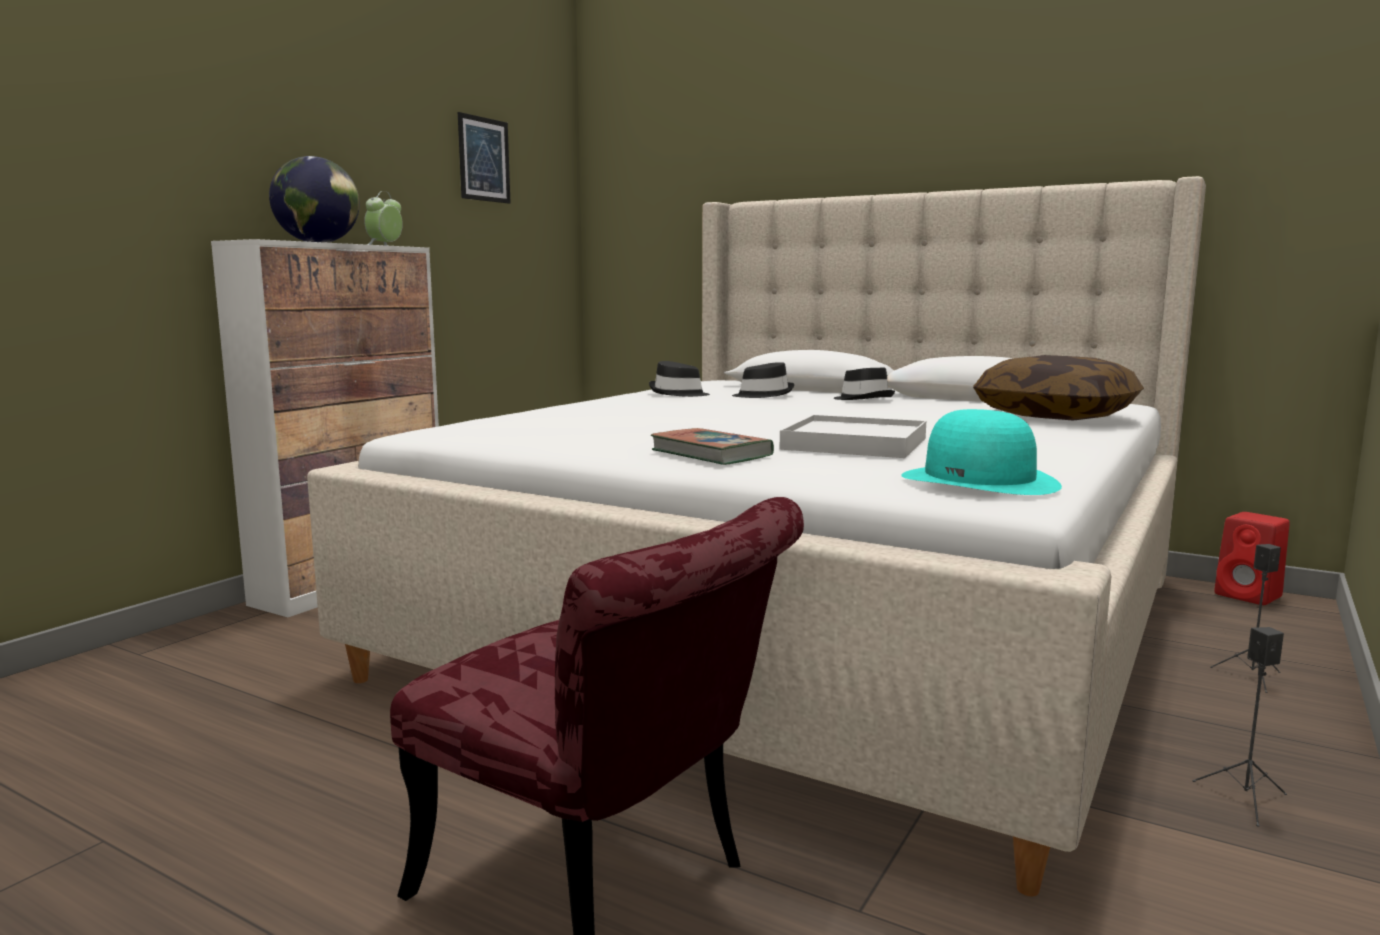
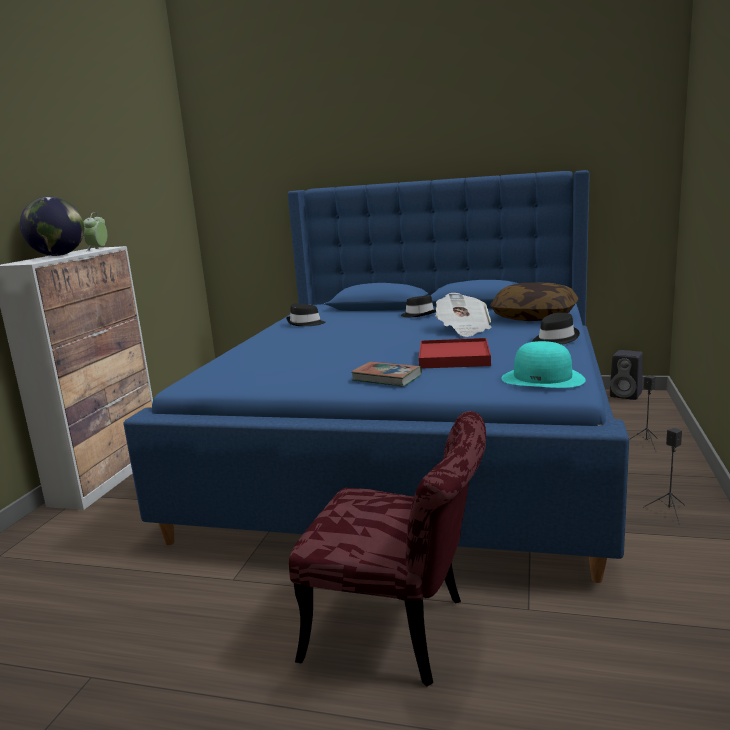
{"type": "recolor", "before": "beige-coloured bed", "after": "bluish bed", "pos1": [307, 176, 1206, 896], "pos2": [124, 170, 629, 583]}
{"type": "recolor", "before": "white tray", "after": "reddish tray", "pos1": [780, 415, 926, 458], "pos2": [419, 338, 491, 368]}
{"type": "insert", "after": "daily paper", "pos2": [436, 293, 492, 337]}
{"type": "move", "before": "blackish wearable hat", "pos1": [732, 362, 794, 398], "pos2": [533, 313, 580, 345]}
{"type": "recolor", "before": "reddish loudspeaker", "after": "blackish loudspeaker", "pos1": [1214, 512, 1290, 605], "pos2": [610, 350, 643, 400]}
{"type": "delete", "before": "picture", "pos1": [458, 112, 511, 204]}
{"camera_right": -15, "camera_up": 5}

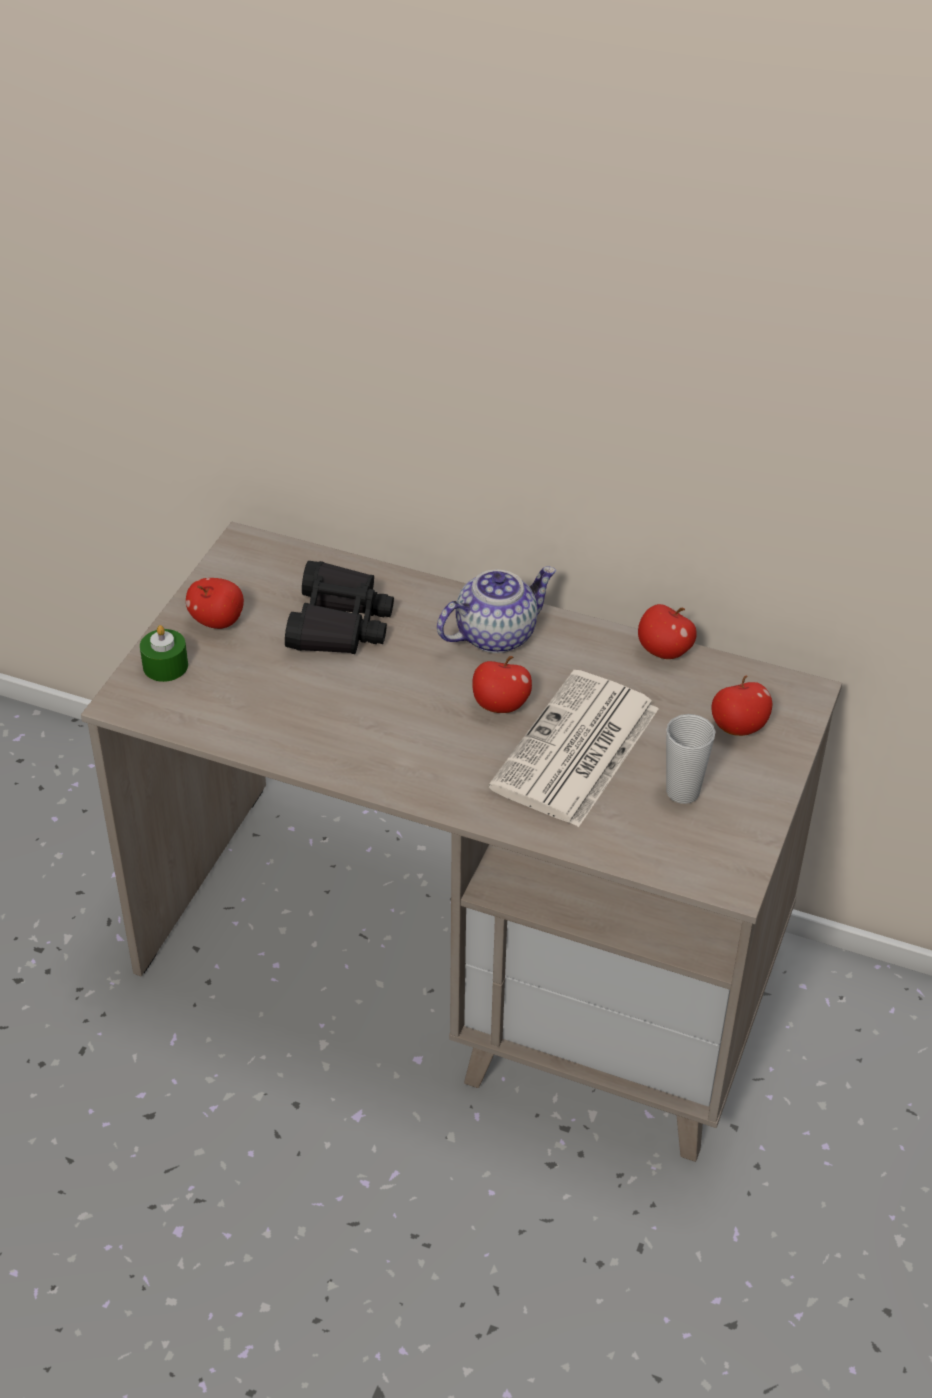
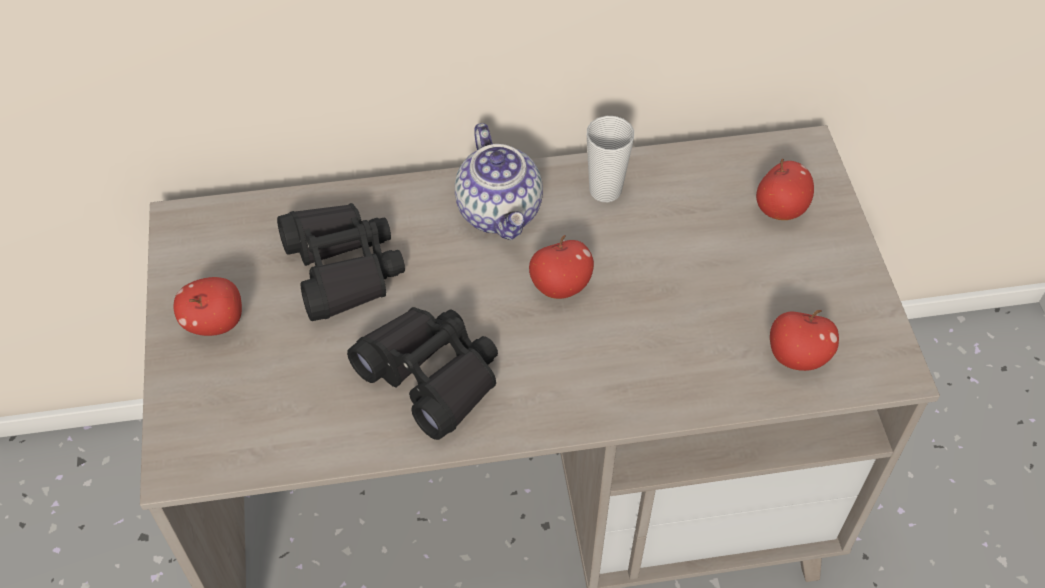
{"type": "insert", "after": "blackish field glasses", "pos2": [347, 307, 498, 440]}
{"type": "rotate", "before": "tea pot", "pos1": [437, 566, 556, 653], "pos2": [455, 123, 543, 240], "turn": 135}
{"type": "move", "before": "small cup", "pos1": [666, 714, 716, 804], "pos2": [587, 116, 634, 202]}
{"type": "move", "before": "whole apple", "pos1": [638, 604, 697, 659], "pos2": [770, 310, 839, 371]}
{"type": "delete", "before": "green wax candle", "pos1": [140, 625, 188, 682]}
{"type": "delete", "before": "daily paper", "pos1": [488, 670, 659, 827]}
{"camera_right": -30, "camera_up": 10}

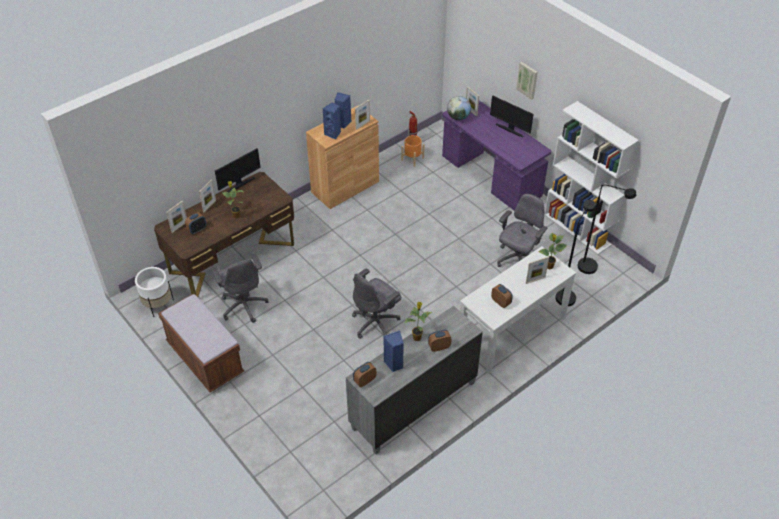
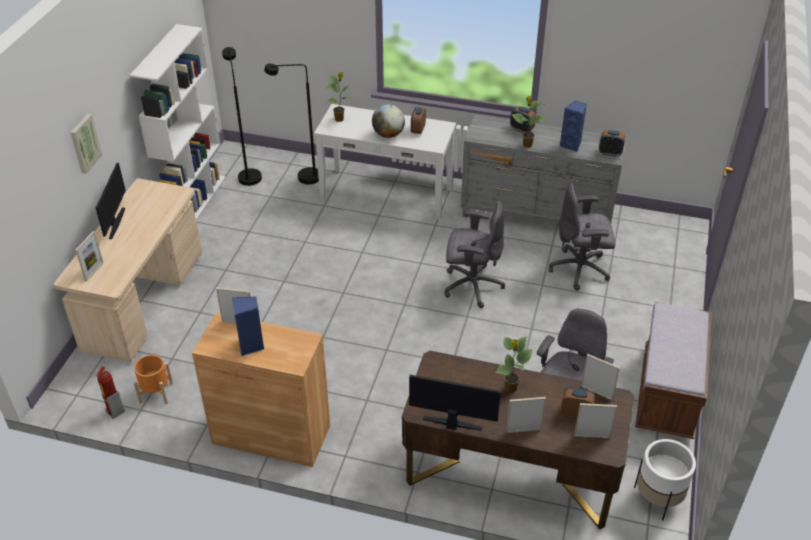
{"type": "recolor", "before": "purplish desk table", "after": "beige-coloured desk table", "pos1": [442, 101, 551, 211], "pos2": [54, 179, 202, 362]}
{"type": "move", "before": "globe", "pos1": [447, 96, 471, 120], "pos2": [372, 104, 405, 138]}
{"type": "move", "before": "grey desk chair", "pos1": [497, 194, 547, 267], "pos2": [549, 183, 615, 291]}
{"type": "move", "before": "picture frame", "pos1": [526, 256, 549, 284], "pos2": [581, 354, 620, 400]}
{"type": "delete", "before": "bluish loudspeaker", "pos1": [322, 103, 341, 140]}
{"camera_right": -125, "camera_up": -5}

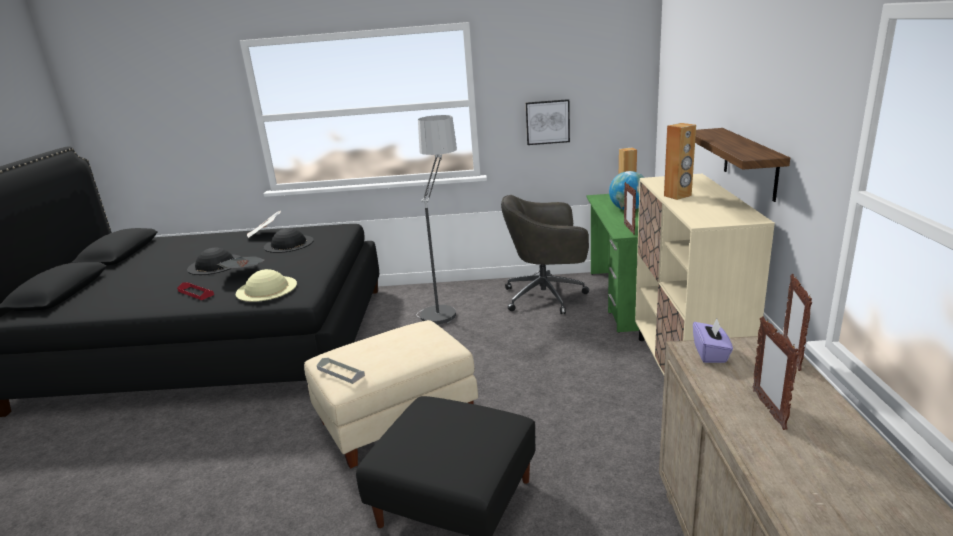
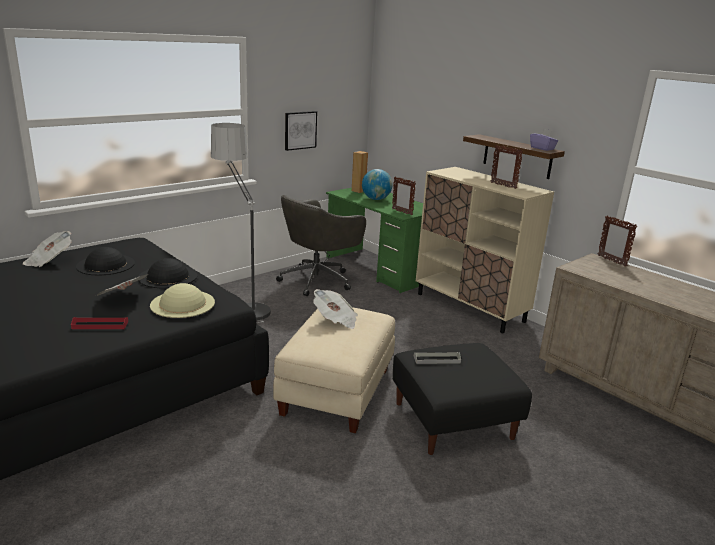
{"type": "move", "before": "blackish wearable hat", "pos1": [187, 248, 241, 275], "pos2": [138, 258, 197, 288]}
{"type": "insert", "after": "daily paper", "pos2": [313, 289, 358, 329]}
{"type": "move", "before": "grey tray", "pos1": [317, 358, 365, 384], "pos2": [414, 352, 461, 364]}
{"type": "move", "before": "picture frame", "pos1": [752, 316, 799, 430], "pos2": [491, 145, 523, 189]}
{"type": "move", "before": "purplish tissue holder", "pos1": [693, 319, 733, 363], "pos2": [530, 129, 558, 151]}
{"type": "delete", "before": "brown loudspeaker", "pos1": [664, 123, 696, 200]}
{"camera_right": -45, "camera_up": 0}

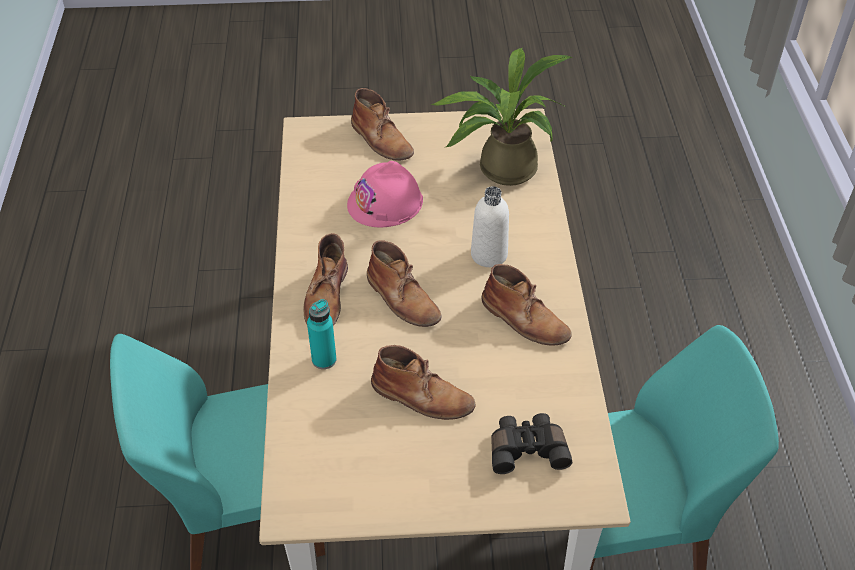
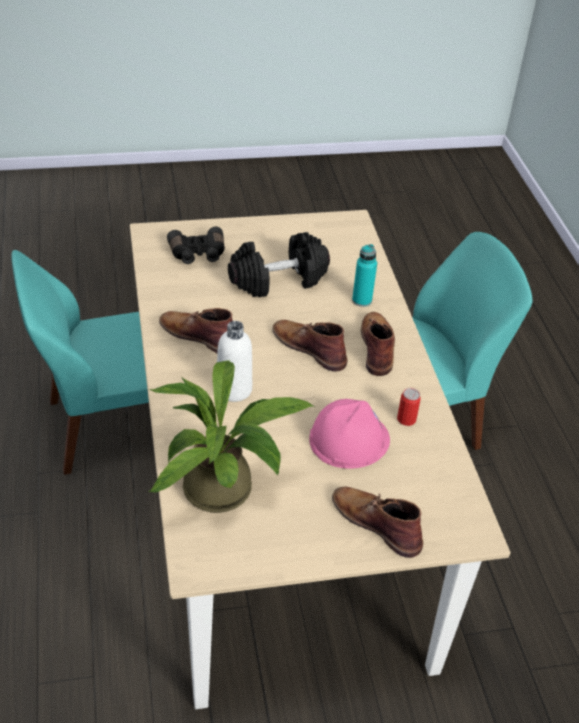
{"type": "replace", "before": "brown high-top boot", "after": "blackish hand weight", "pos1": [371, 345, 476, 420], "pos2": [228, 232, 330, 297]}
{"type": "insert", "after": "can", "pos2": [397, 388, 421, 426]}
{"camera_right": 170, "camera_up": -5}

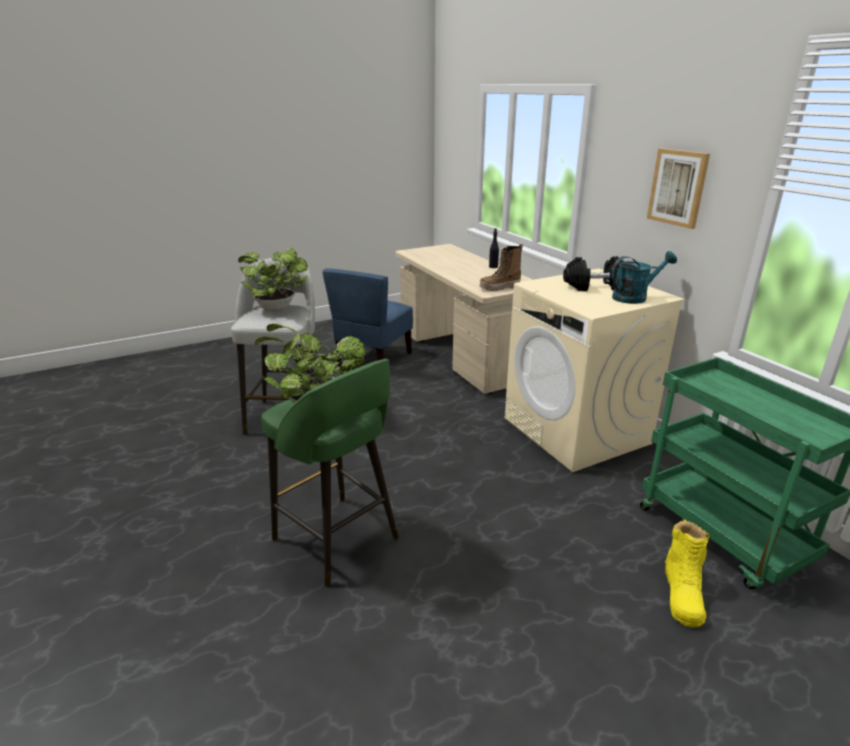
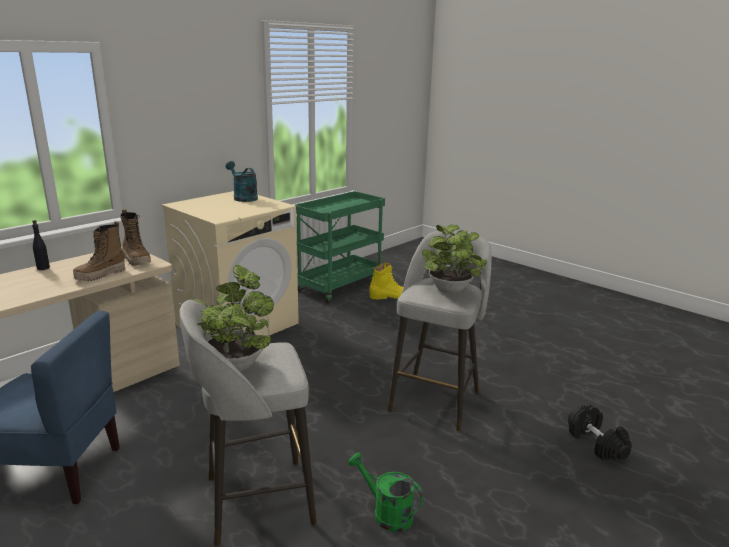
{"type": "insert", "after": "high-top boot", "pos2": [73, 221, 125, 281]}
{"type": "insert", "after": "green watering pot", "pos2": [348, 452, 424, 532]}
{"type": "recolor", "before": "green stool", "after": "grey stool", "pos1": [261, 359, 399, 587], "pos2": [388, 230, 492, 431]}
{"type": "move", "before": "blackish hand weight", "pos1": [563, 256, 624, 291], "pos2": [568, 405, 632, 461]}
{"type": "delete", "before": "picture", "pos1": [647, 148, 710, 229]}
{"camera_right": -110, "camera_up": -5}

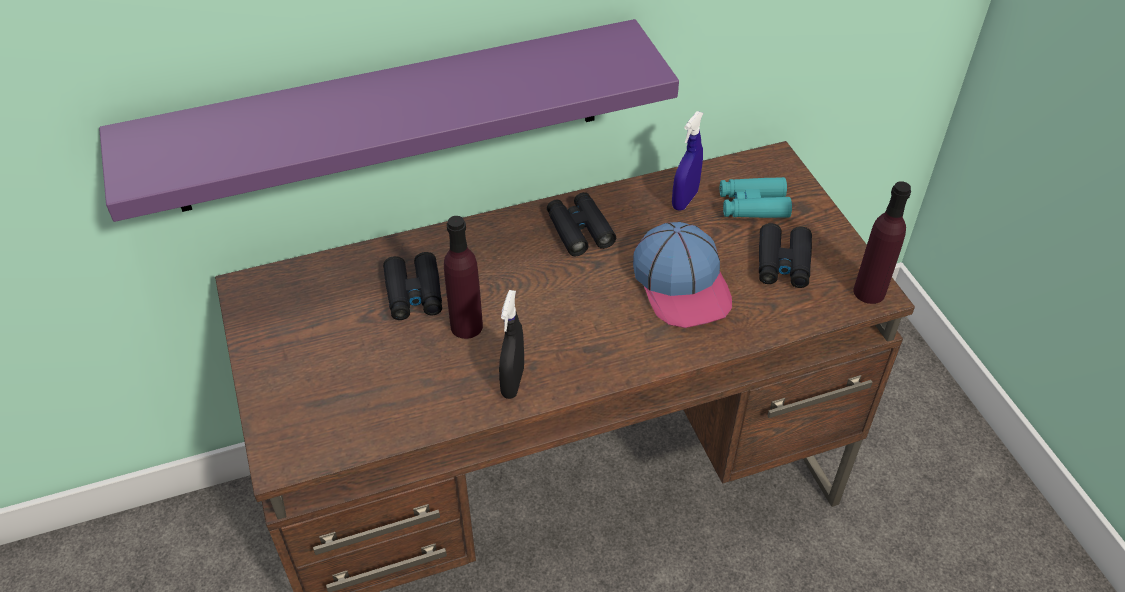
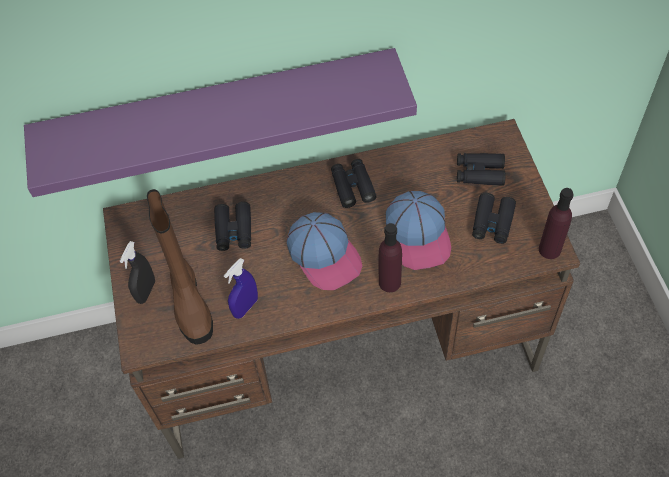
{"type": "move", "before": "blackish hand sprayer", "pos1": [499, 290, 524, 399], "pos2": [120, 241, 155, 304]}
{"type": "insert", "after": "brown high-top boot", "pos2": [147, 189, 213, 345]}
{"type": "move", "before": "bluish hand sprayer", "pos1": [672, 111, 703, 211], "pos2": [224, 258, 258, 319]}
{"type": "insert", "after": "cap", "pos2": [287, 212, 362, 290]}
{"type": "move", "before": "purplish bottle", "pos1": [444, 216, 483, 339], "pos2": [379, 223, 402, 292]}
{"type": "recolor", "before": "turquoise-coloured field glasses", "after": "blackish field glasses", "pos1": [720, 177, 792, 218], "pos2": [457, 153, 505, 186]}
{"camera_right": 10, "camera_up": 10}

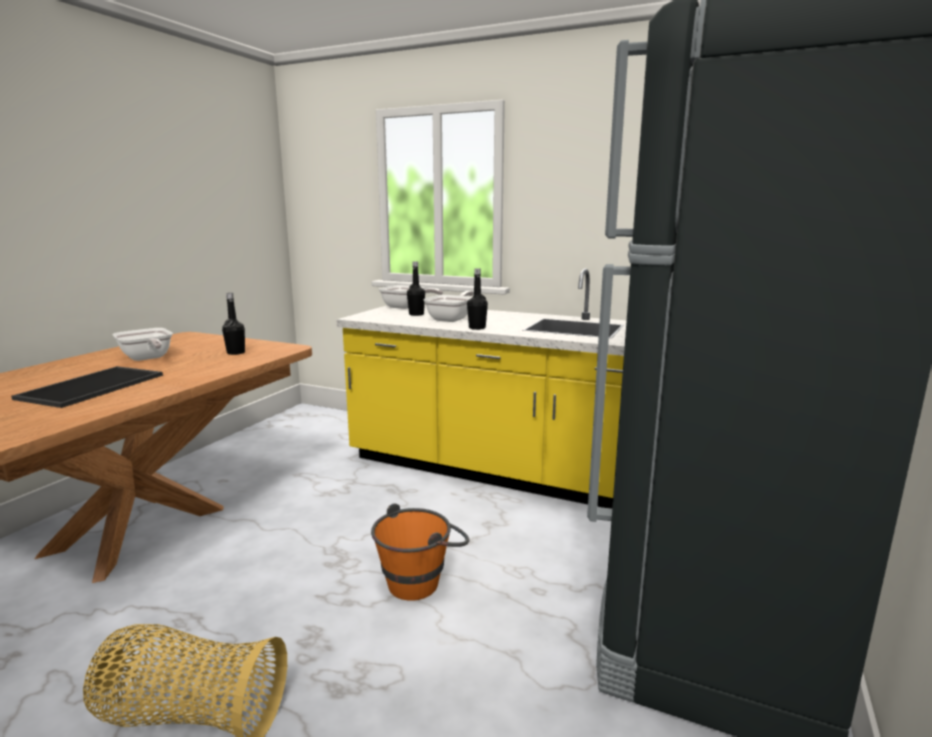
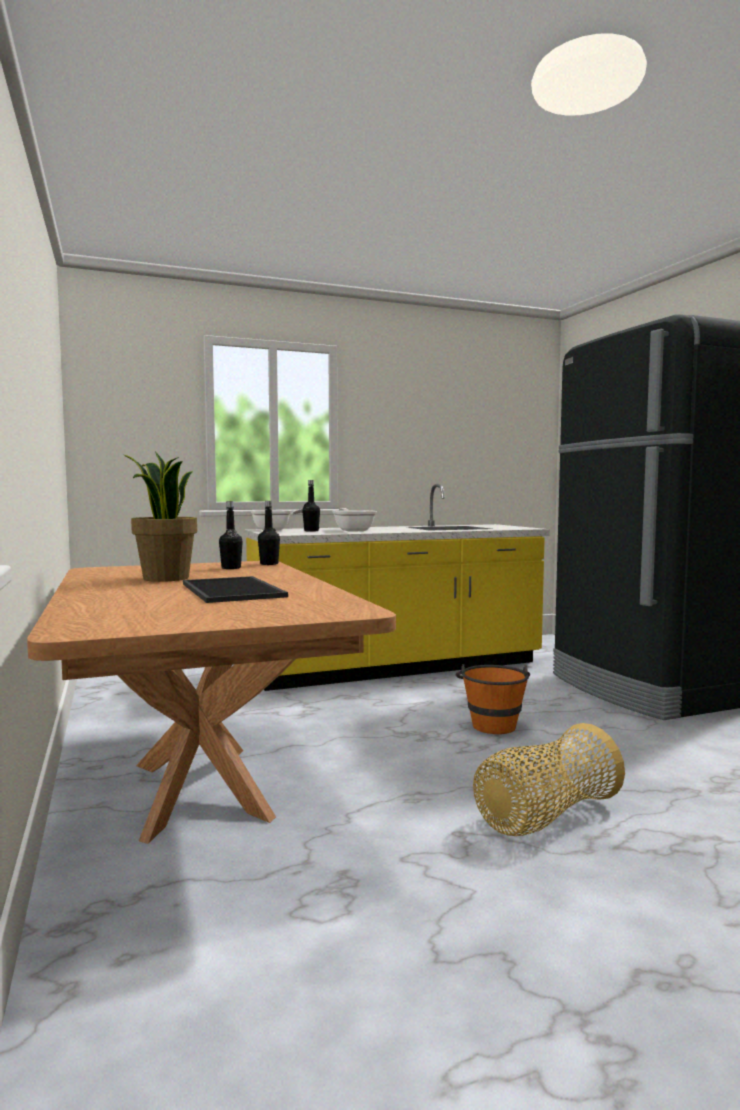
{"type": "replace", "before": "frying pan", "after": "potted plant", "pos1": [112, 328, 173, 361], "pos2": [124, 452, 197, 582]}
{"type": "move", "before": "blackish bottle", "pos1": [467, 268, 488, 330], "pos2": [258, 501, 280, 565]}
{"camera_right": -45, "camera_up": -10}

